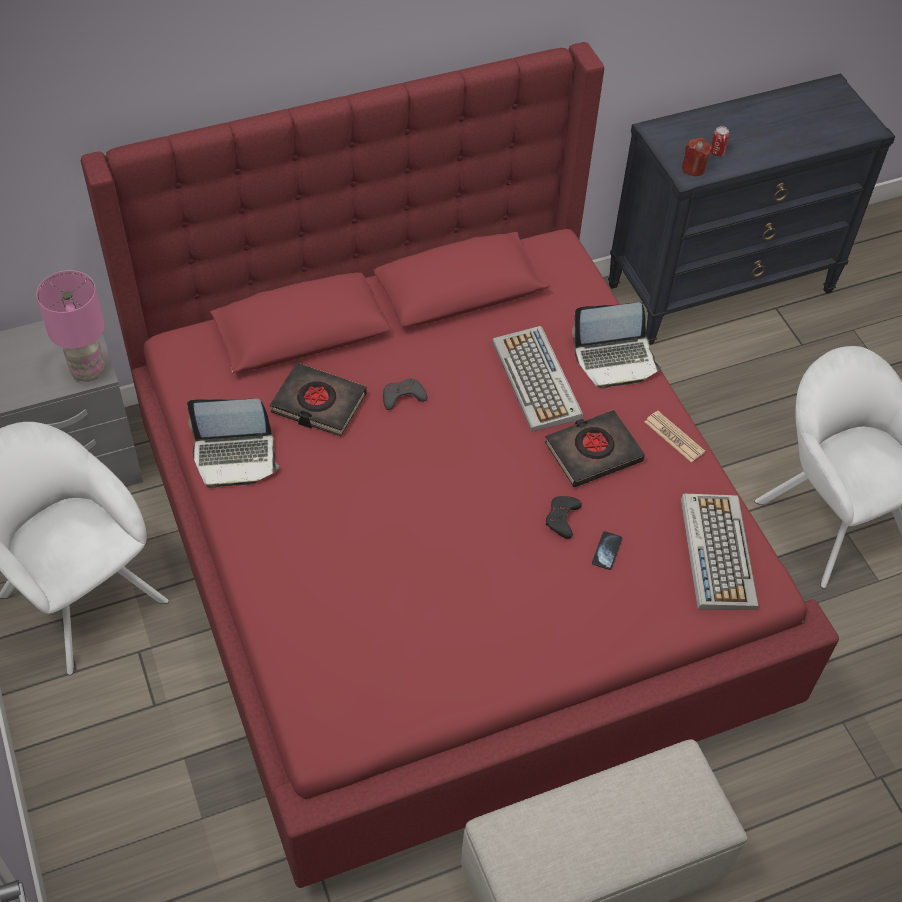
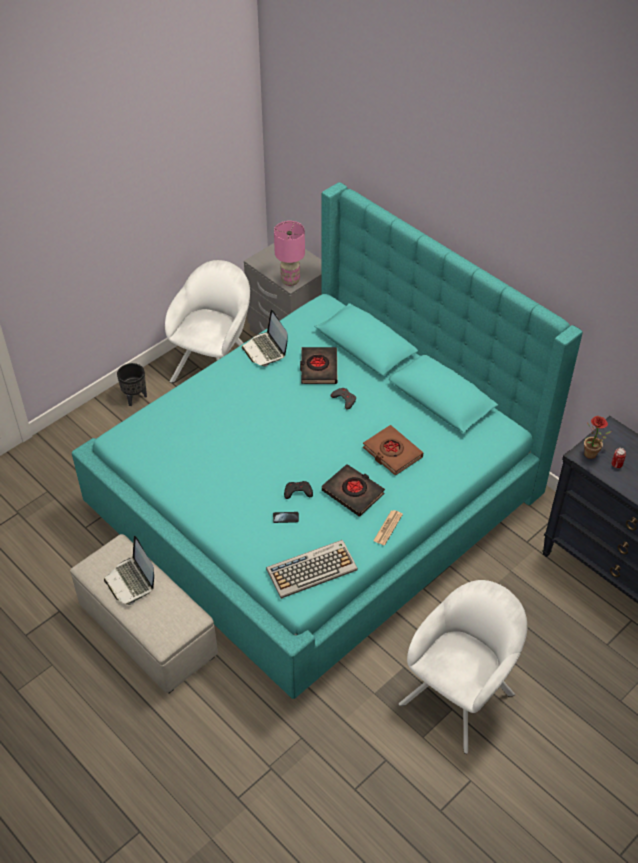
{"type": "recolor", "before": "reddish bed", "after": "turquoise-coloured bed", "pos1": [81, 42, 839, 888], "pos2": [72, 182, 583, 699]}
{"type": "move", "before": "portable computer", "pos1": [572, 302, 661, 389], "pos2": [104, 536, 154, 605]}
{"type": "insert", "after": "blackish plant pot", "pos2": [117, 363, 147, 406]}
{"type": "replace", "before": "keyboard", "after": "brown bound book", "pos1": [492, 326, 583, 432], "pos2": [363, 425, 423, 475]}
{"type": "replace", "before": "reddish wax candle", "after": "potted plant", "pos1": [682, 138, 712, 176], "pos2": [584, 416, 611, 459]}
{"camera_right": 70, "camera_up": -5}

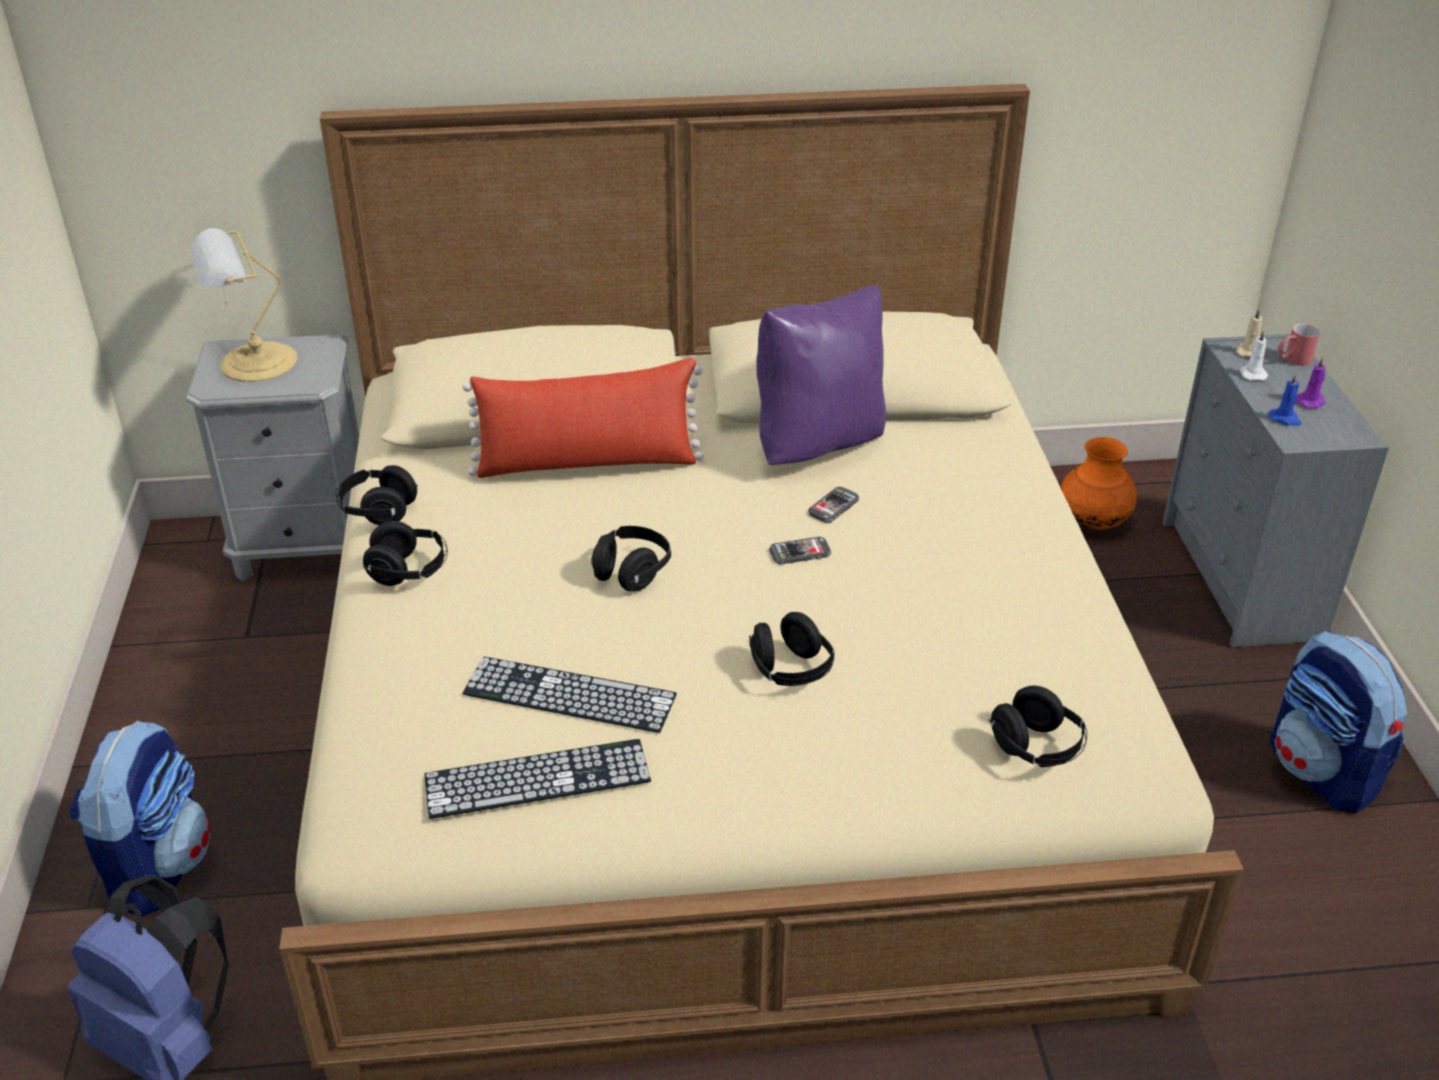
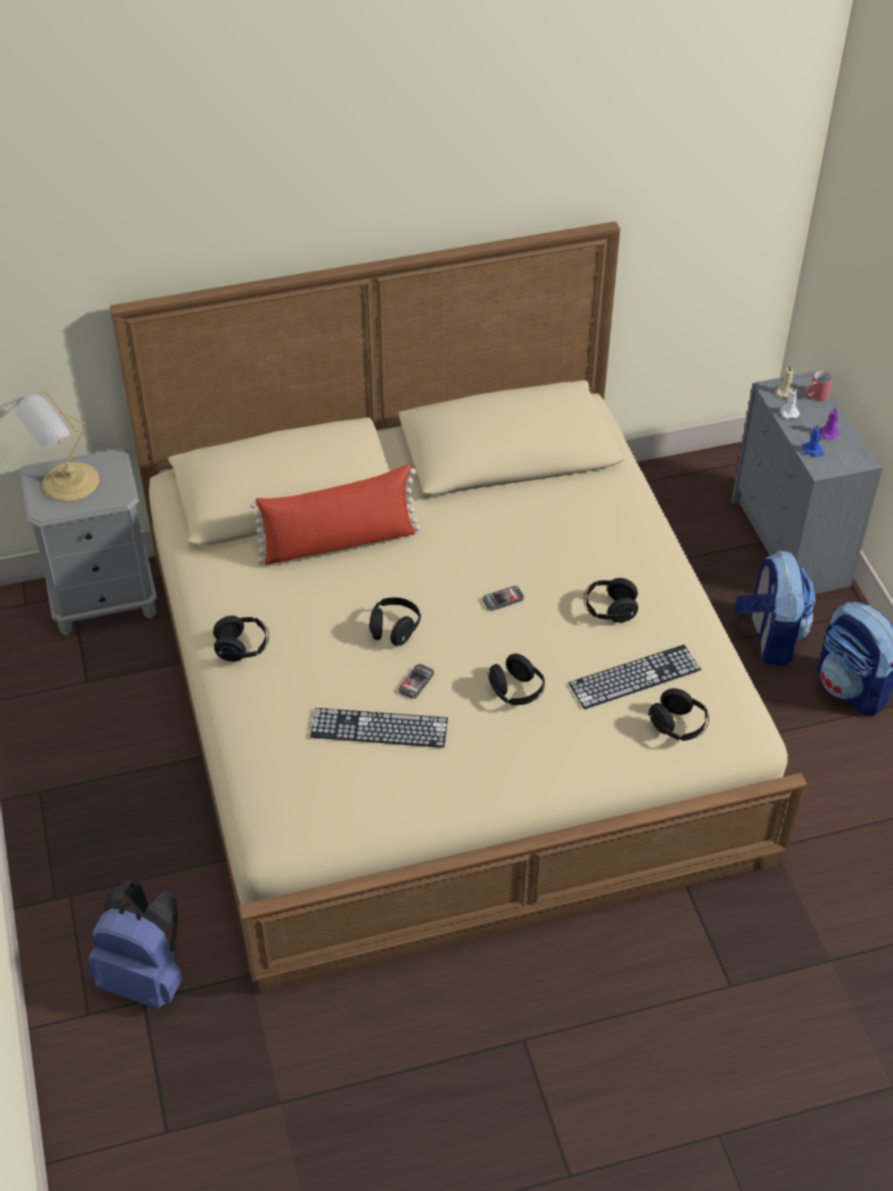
{"type": "move", "before": "handset", "pos1": [808, 487, 859, 523], "pos2": [398, 664, 434, 699]}
{"type": "move", "before": "keyboard", "pos1": [424, 739, 651, 819], "pos2": [568, 645, 701, 709]}
{"type": "move", "before": "blackish headphones", "pos1": [336, 465, 418, 525], "pos2": [584, 578, 638, 623]}
{"type": "move", "before": "backpack", "pos1": [70, 721, 211, 917], "pos2": [734, 551, 815, 666]}
{"type": "delete", "before": "purplish throw pillow", "pos1": [756, 285, 886, 465]}
{"type": "delete", "before": "orange-coloured flower vase", "pos1": [1060, 437, 1137, 530]}
{"camera_right": -10, "camera_up": 10}

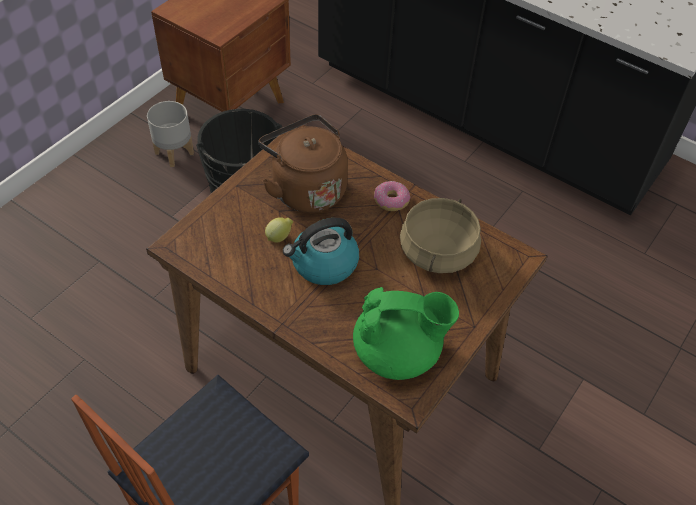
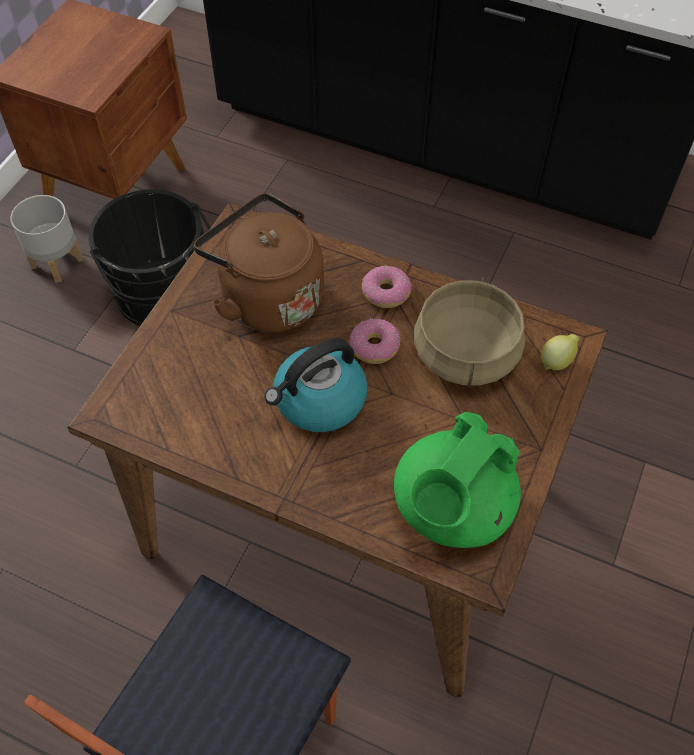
{"type": "insert", "after": "doughnut", "pos2": [349, 319, 400, 364]}
{"type": "rotate", "before": "green tea pot", "pos1": [353, 287, 459, 380], "pos2": [394, 412, 521, 548], "turn": 135}
{"type": "move", "before": "whole lemon", "pos1": [265, 217, 293, 243], "pos2": [541, 334, 580, 370]}
{"camera_right": -10, "camera_up": 5}

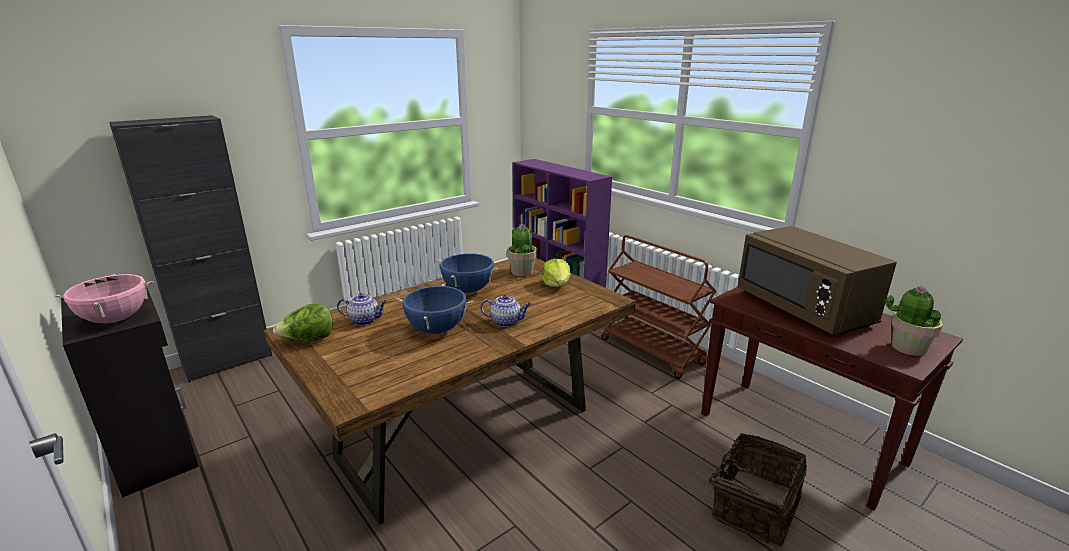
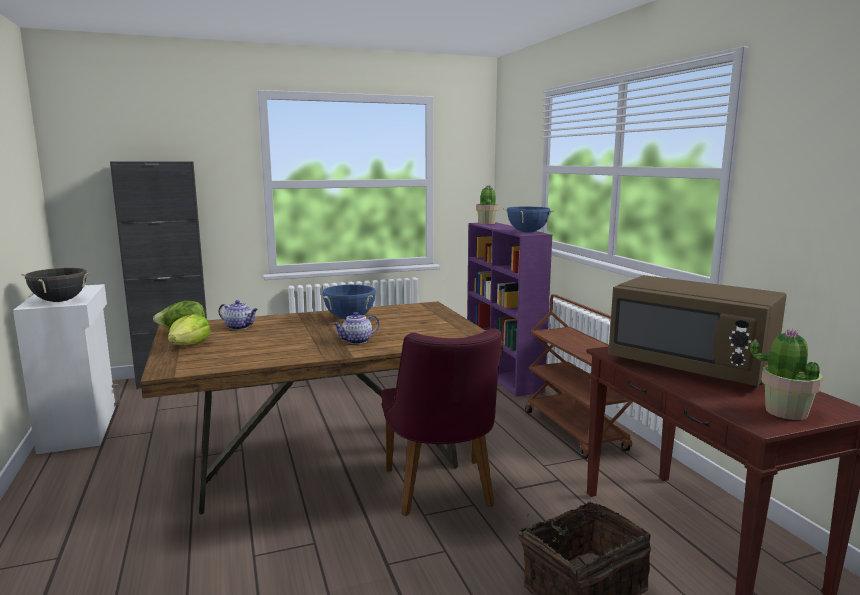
{"type": "recolor", "before": "blackish storage cabinet", "after": "white storage cabinet", "pos1": [61, 284, 199, 498], "pos2": [13, 284, 121, 454]}
{"type": "recolor", "before": "pink saucepot", "after": "blackish saucepot", "pos1": [54, 274, 154, 323], "pos2": [21, 268, 91, 302]}
{"type": "move", "before": "head of lettuce", "pos1": [541, 258, 571, 287], "pos2": [168, 314, 211, 345]}
{"type": "rotate", "before": "tea pot", "pos1": [480, 295, 531, 327], "pos2": [333, 312, 379, 344], "turn": 120}
{"type": "insert", "after": "purplish chair", "pos2": [381, 328, 502, 516]}
{"type": "move", "before": "potted plant", "pos1": [507, 224, 537, 277], "pos2": [476, 185, 499, 224]}
{"type": "move", "before": "bluish saucepot", "pos1": [396, 284, 474, 334], "pos2": [503, 206, 555, 233]}
{"type": "rotate", "before": "brown microwave oven", "pos1": [738, 226, 897, 335], "pos2": [608, 275, 787, 387], "turn": -45}
{"camera_right": 20, "camera_up": -10}

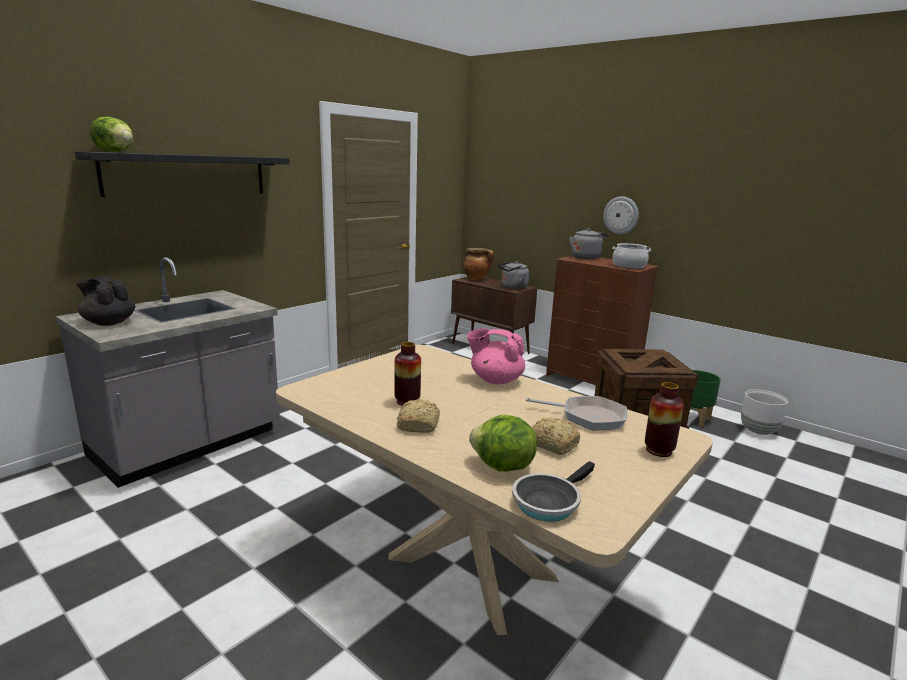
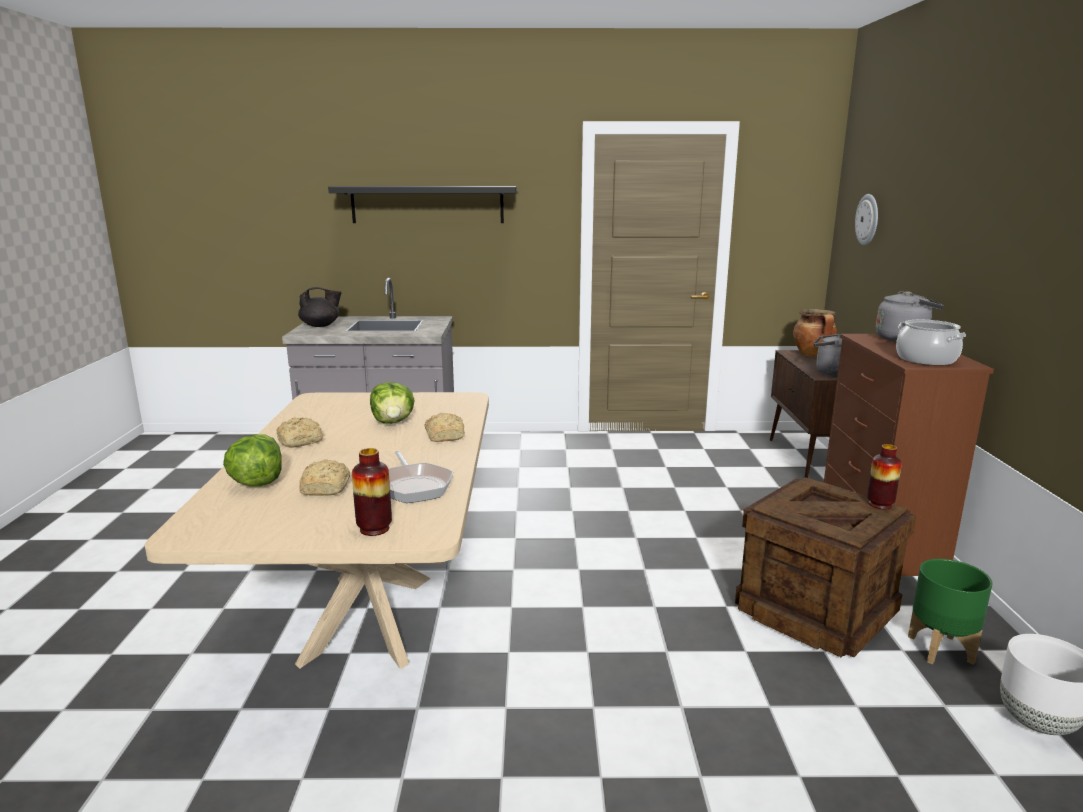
{"type": "rotate", "before": "blackish tea pot", "pos1": [76, 276, 135, 326], "pos2": [298, 287, 342, 327], "turn": 90}
{"type": "move", "before": "head of lettuce", "pos1": [90, 116, 133, 152], "pos2": [370, 382, 415, 424]}
{"type": "replace", "before": "pink tea pot", "after": "bread", "pos1": [467, 329, 525, 384], "pos2": [425, 413, 465, 442]}
{"type": "move", "before": "clock on the wall", "pos1": [603, 196, 639, 234], "pos2": [855, 194, 878, 245]}
{"type": "move", "before": "flower vase", "pos1": [394, 342, 421, 406], "pos2": [867, 444, 902, 509]}
{"type": "delete", "before": "frying pan", "pos1": [512, 461, 595, 522]}
{"camera_right": 50, "camera_up": 0}

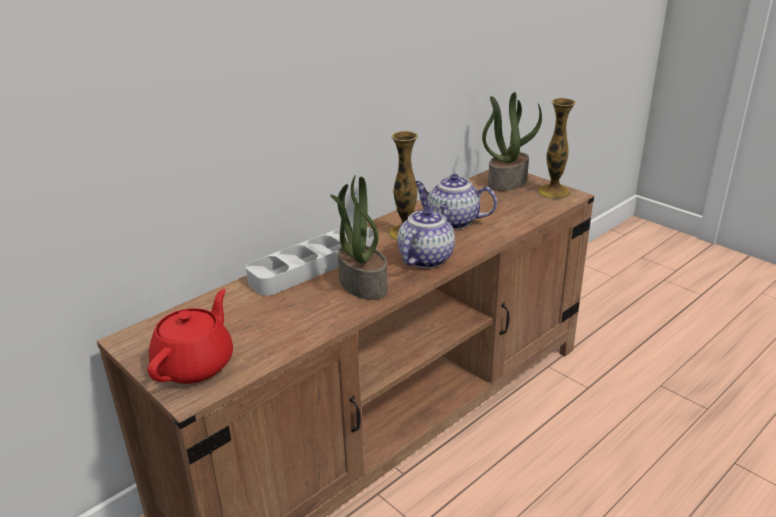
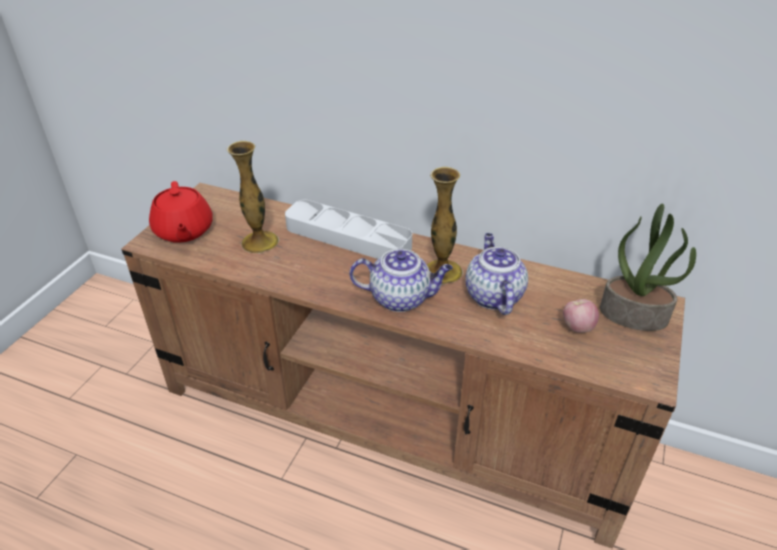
{"type": "rotate", "before": "reddish tea pot", "pos1": [148, 289, 233, 384], "pos2": [149, 181, 213, 243], "turn": 75}
{"type": "move", "before": "flower vase", "pos1": [537, 98, 576, 199], "pos2": [227, 141, 279, 254]}
{"type": "insert", "after": "whole apple", "pos2": [563, 299, 599, 333]}
{"type": "delete", "before": "potted plant", "pos1": [330, 175, 388, 300]}
{"camera_right": 65, "camera_up": 10}

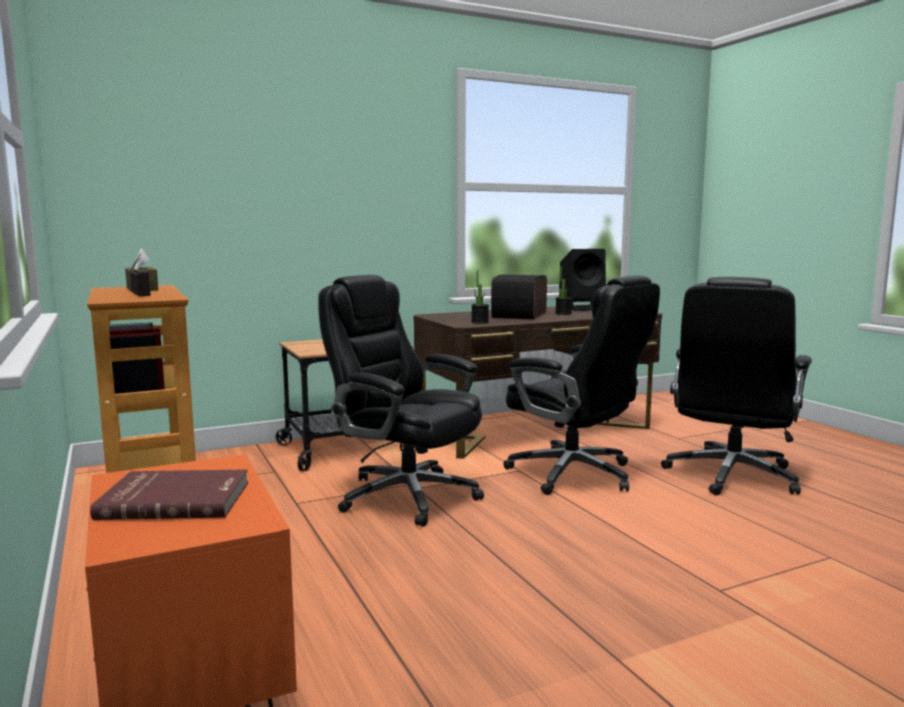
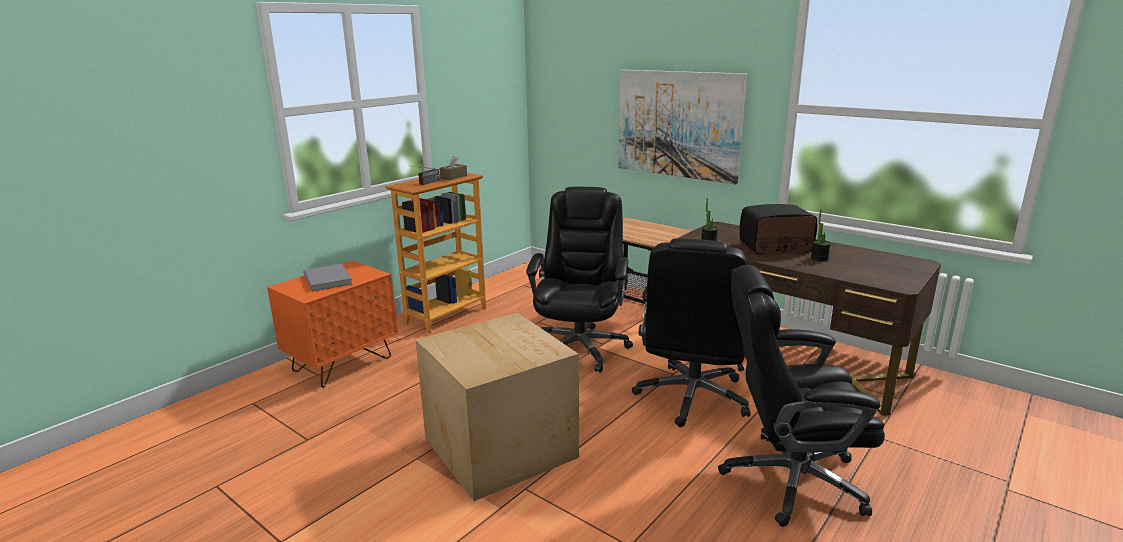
{"type": "recolor", "before": "reddish bound book", "after": "grey bound book", "pos1": [90, 469, 248, 520], "pos2": [303, 264, 352, 291]}
{"type": "insert", "after": "cardboard box", "pos2": [416, 313, 579, 501]}
{"type": "insert", "after": "picture", "pos2": [619, 70, 747, 184]}
{"type": "delete", "before": "blackish loudspeaker", "pos1": [559, 249, 606, 311]}
{"camera_right": 65, "camera_up": 10}

